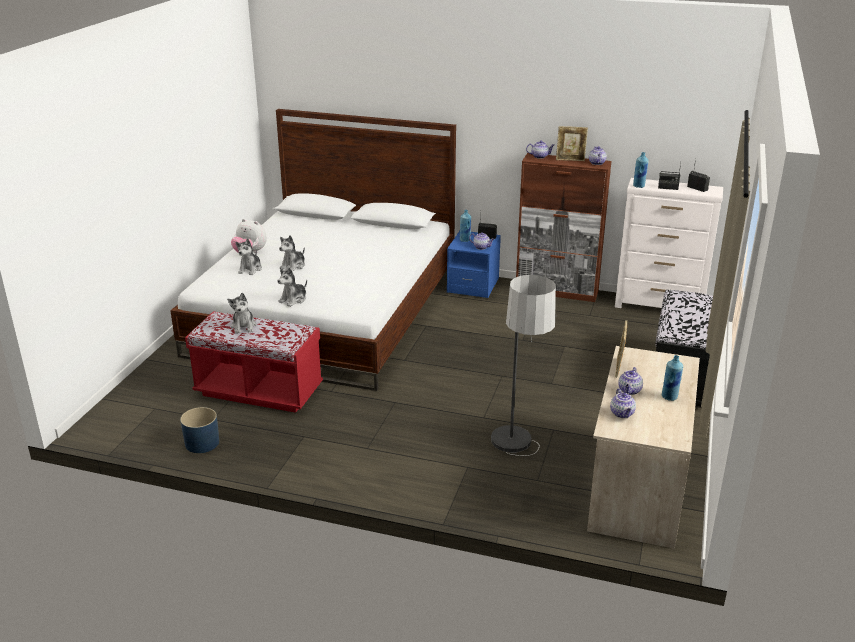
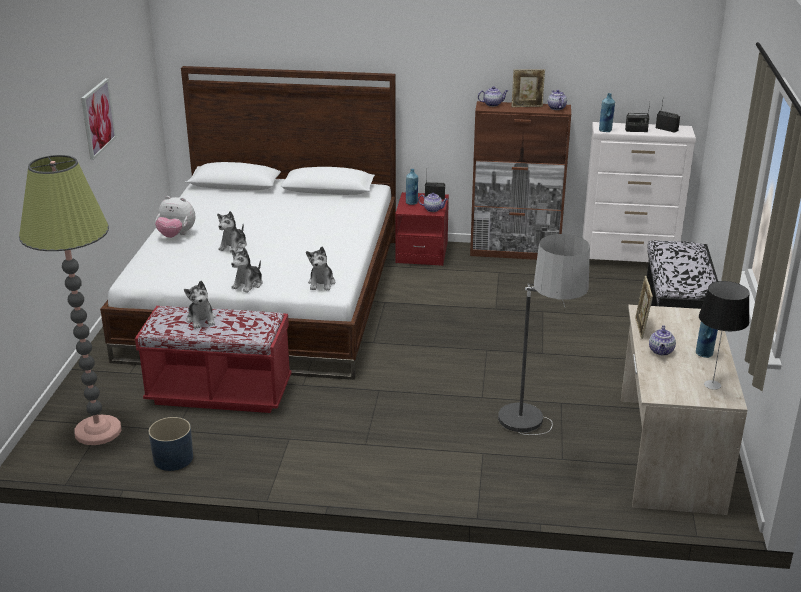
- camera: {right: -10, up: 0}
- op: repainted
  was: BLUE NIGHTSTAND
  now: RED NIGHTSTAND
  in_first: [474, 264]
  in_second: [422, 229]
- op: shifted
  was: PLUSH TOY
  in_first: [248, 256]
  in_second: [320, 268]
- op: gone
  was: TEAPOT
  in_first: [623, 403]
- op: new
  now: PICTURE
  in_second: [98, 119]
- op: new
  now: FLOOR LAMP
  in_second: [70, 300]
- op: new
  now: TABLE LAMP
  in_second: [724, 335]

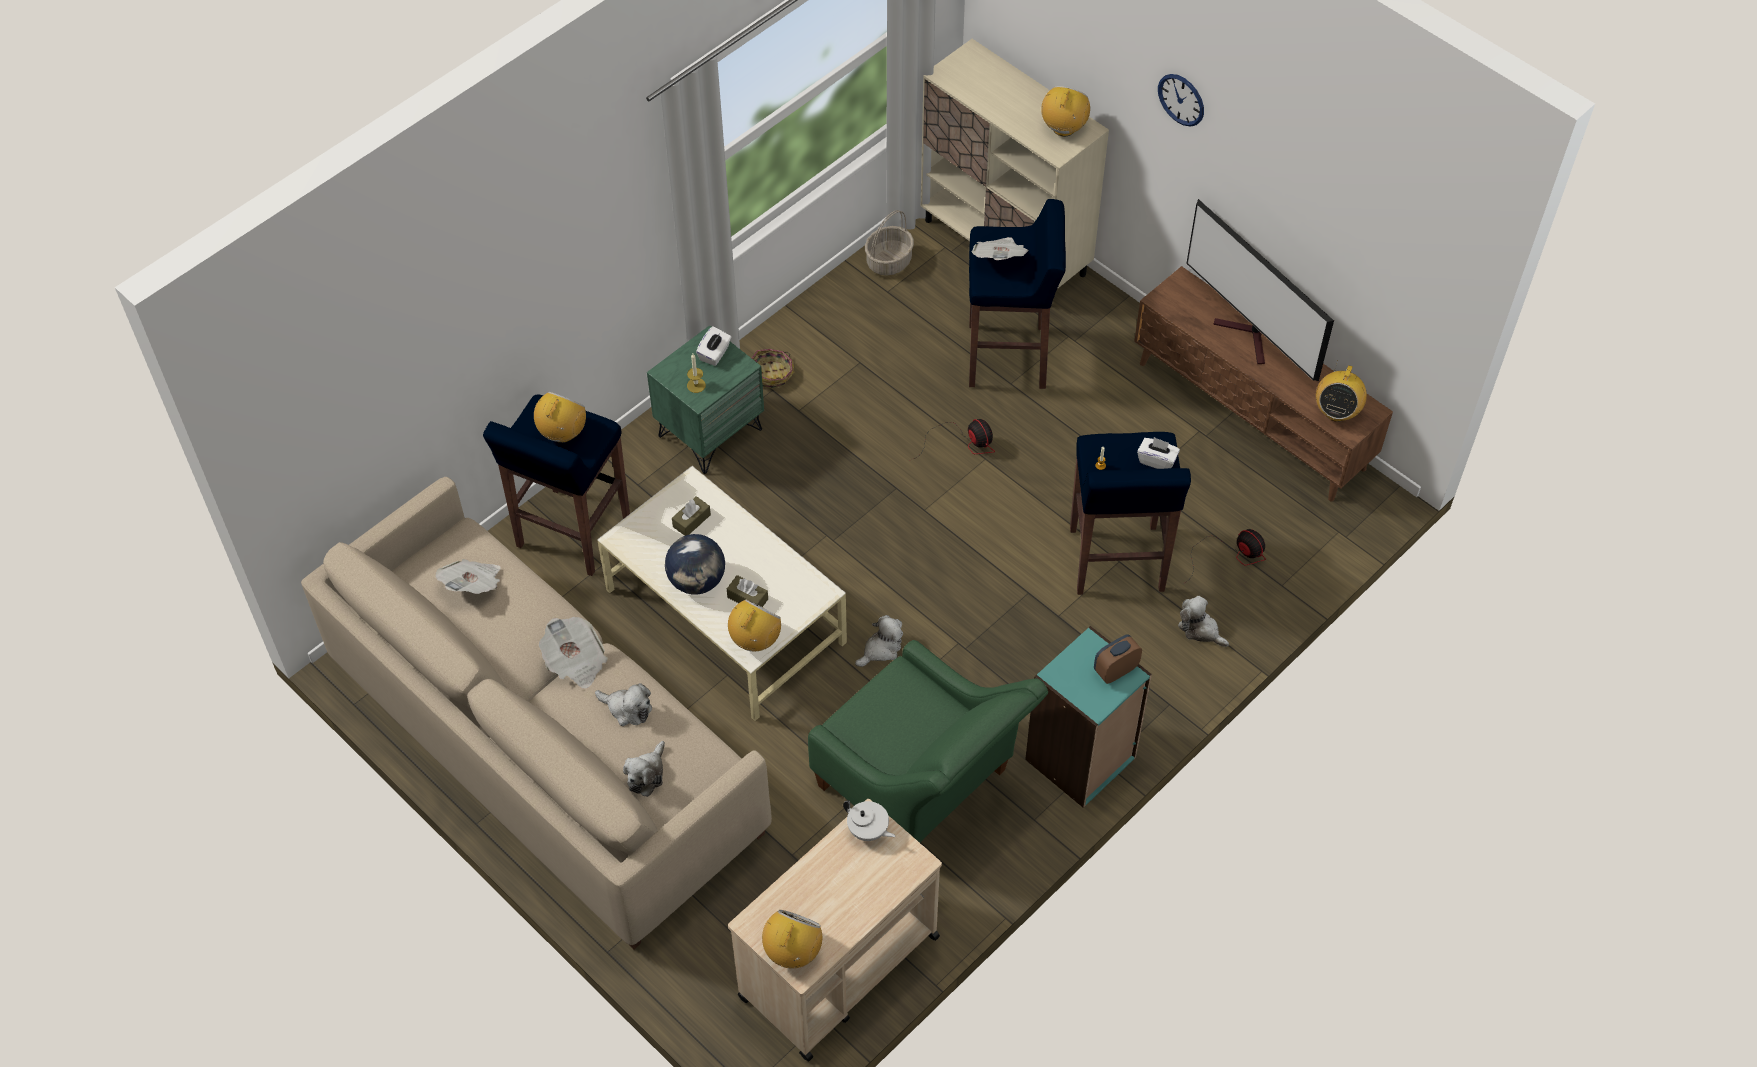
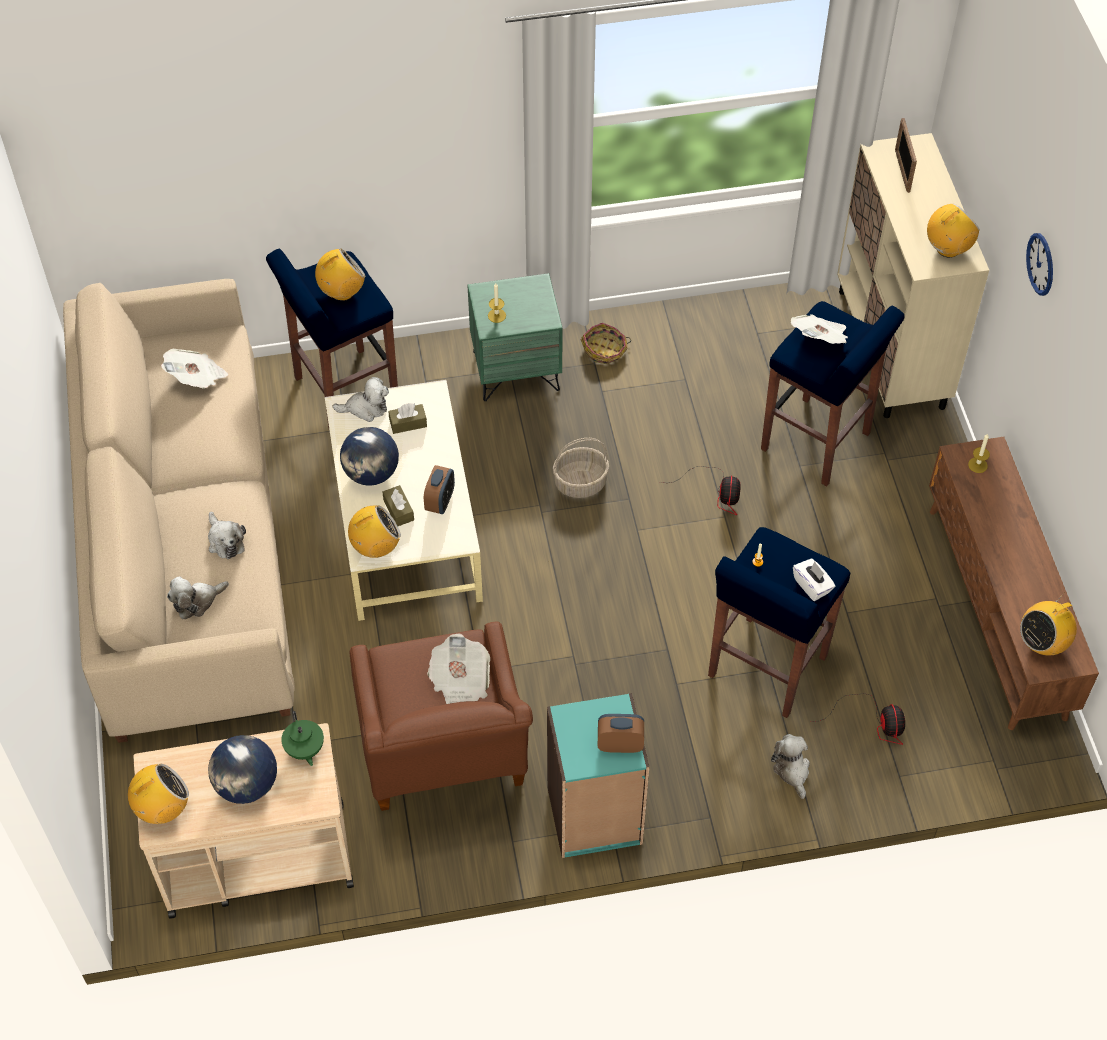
- camera: {right: 35, up: 0}
- op: gone
  was: TELEVISION
  in_first: [1260, 290]
- op: shifted
  was: BASKET
  in_first: [889, 243]
  in_second: [581, 468]
- op: gone
  was: WHITE TISSUE BOX
  in_first: [713, 346]
- op: shifted
  was: PLUSH TOY
  in_first: [879, 641]
  in_second: [360, 399]
- op: shifted
  was: NEWSPAPER
  in_first: [573, 653]
  in_second: [459, 669]
- op: repainted
  was: GREEN ARMCHAIR
  now: BROWN ARMCHAIR
  in_first: [928, 741]
  in_second: [441, 716]
- op: repainted
  was: WHITE TEAPOT
  now: GREEN TEAPOT
  in_first: [869, 820]
  in_second: [302, 738]
- op: new
  now: PICTURE FRAME
  in_second: [906, 155]
- op: new
  now: CANDLE
  in_second: [979, 453]
- op: new
  now: ALARM CLOCK
  in_second: [439, 489]
- op: new
  now: GLOBE
  in_second: [242, 769]

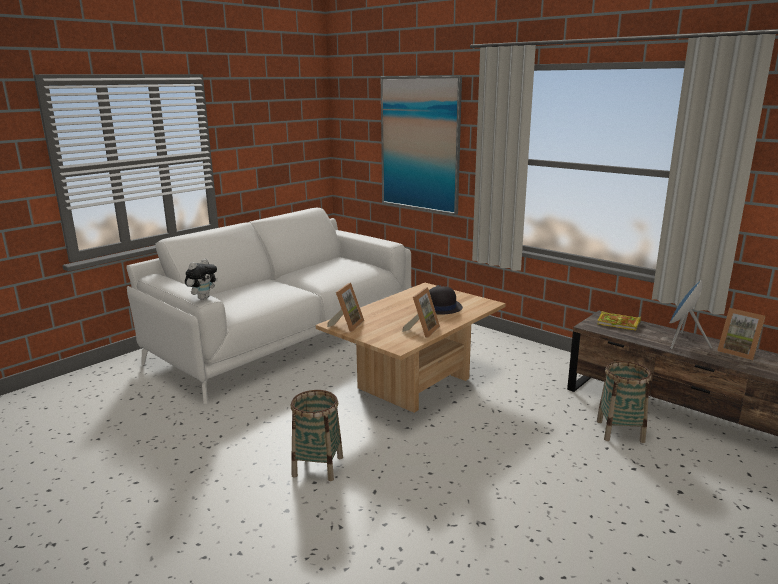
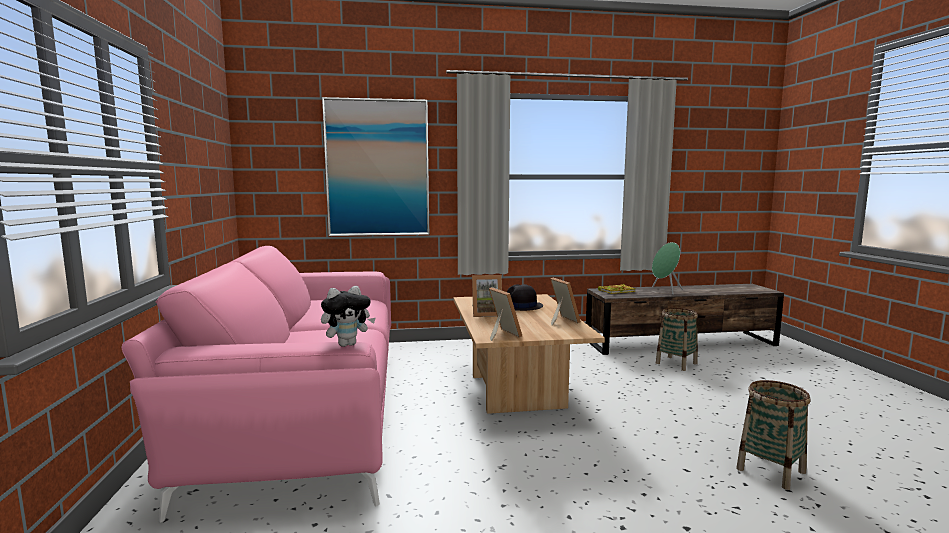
- camera: {right: -50, up: -10}
- op: repainted
  was: WHITE SOFA
  now: PINK SOFA
  in_first: [268, 306]
  in_second: [256, 384]
- op: rotated
  was: PLUSH TOY
  in_first: [201, 279]
  in_second: [348, 316]
  clockwise: 75
- op: repainted
  was: BLUE SPEAKER
  now: GREEN SPEAKER
  in_first: [690, 314]
  in_second: [667, 268]
- op: shifted
  was: PICTURE FRAME
  in_first: [741, 334]
  in_second: [487, 296]
- op: shifted
  was: BASKET
  in_first: [317, 435]
  in_second: [773, 435]

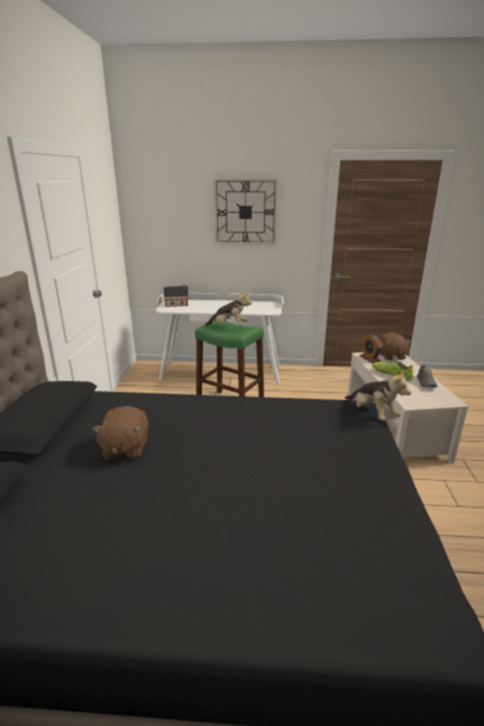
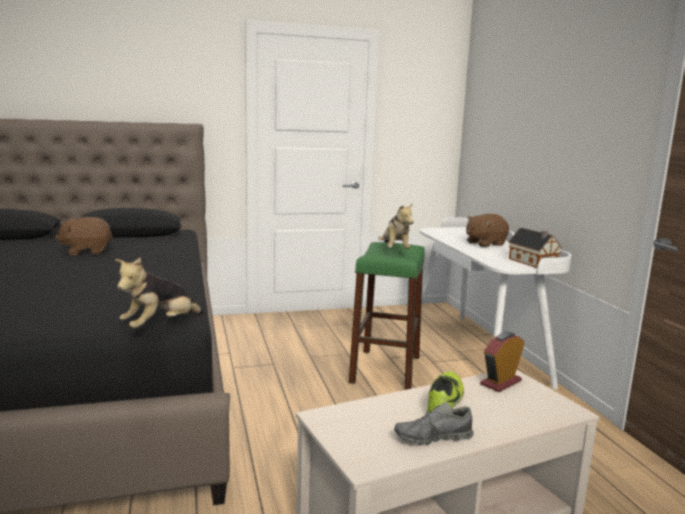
- camera: {right: 70, up: -10}
- op: gone
  was: WALL CLOCK
  in_first: [246, 211]
- op: shifted
  was: TOY HOUSE
  in_first: [176, 296]
  in_second: [535, 248]
- op: shifted
  was: BROWN PLUSH TOY
  in_first: [395, 346]
  in_second: [487, 230]

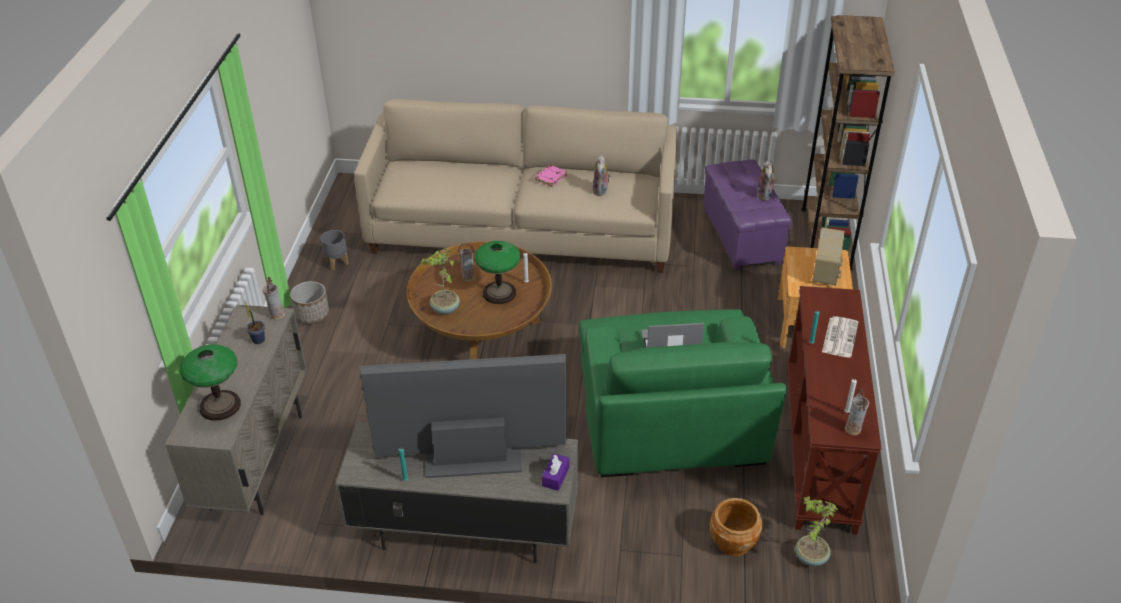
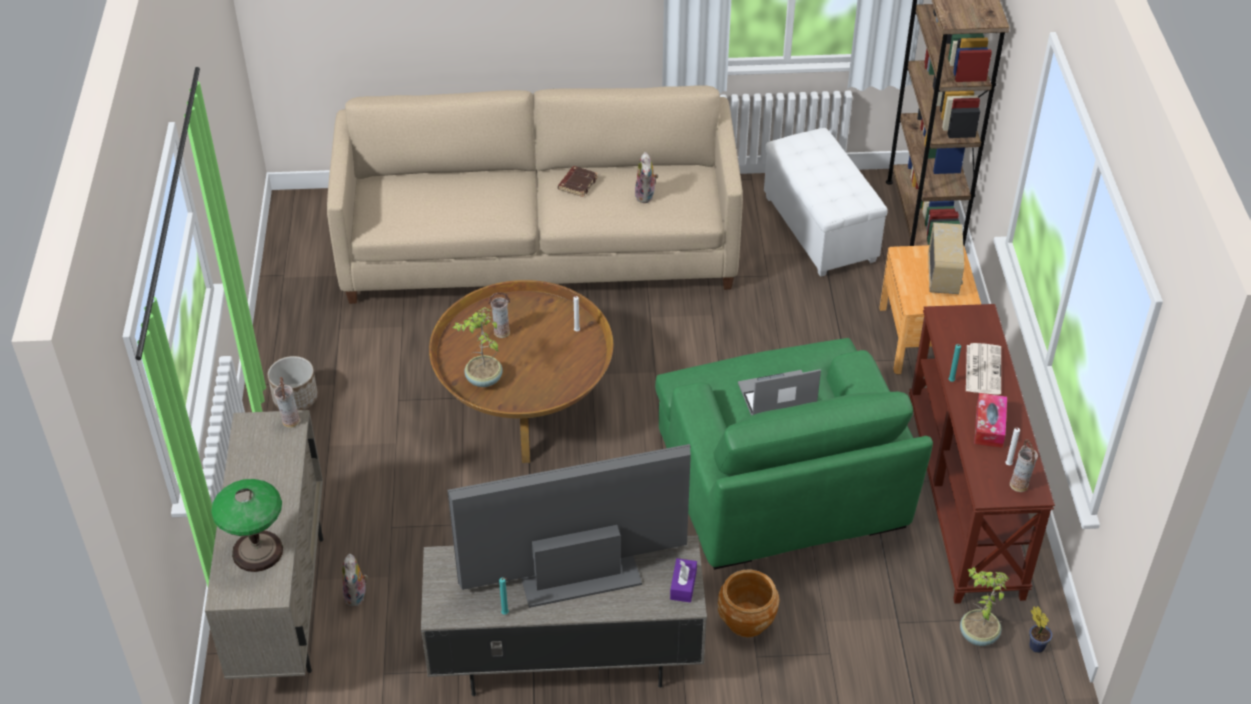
- camera: {right: -10, up: 5}
- op: repainted
  was: PURPLE OTTOMAN
  now: WHITE OTTOMAN
  in_first: [747, 215]
  in_second: [826, 202]
- op: shifted
  was: PLUSH TOY
  in_first: [766, 180]
  in_second: [355, 580]
- op: repainted
  was: PINK BOOK
  now: BROWN BOOK
  in_first: [550, 176]
  in_second: [578, 181]
- op: gone
  was: GREY PLANTER
  in_first: [334, 250]
- op: gone
  was: TABLE LAMP
  in_first: [497, 272]
- op: shifted
  was: POTTED PLANT
  in_first: [254, 322]
  in_second: [1040, 629]
- op: shifted
  was: BROWN PLANTER
  in_first: [736, 527]
  in_second: [748, 603]
- op: new
  now: TISSUE BOX
  in_second: [990, 420]

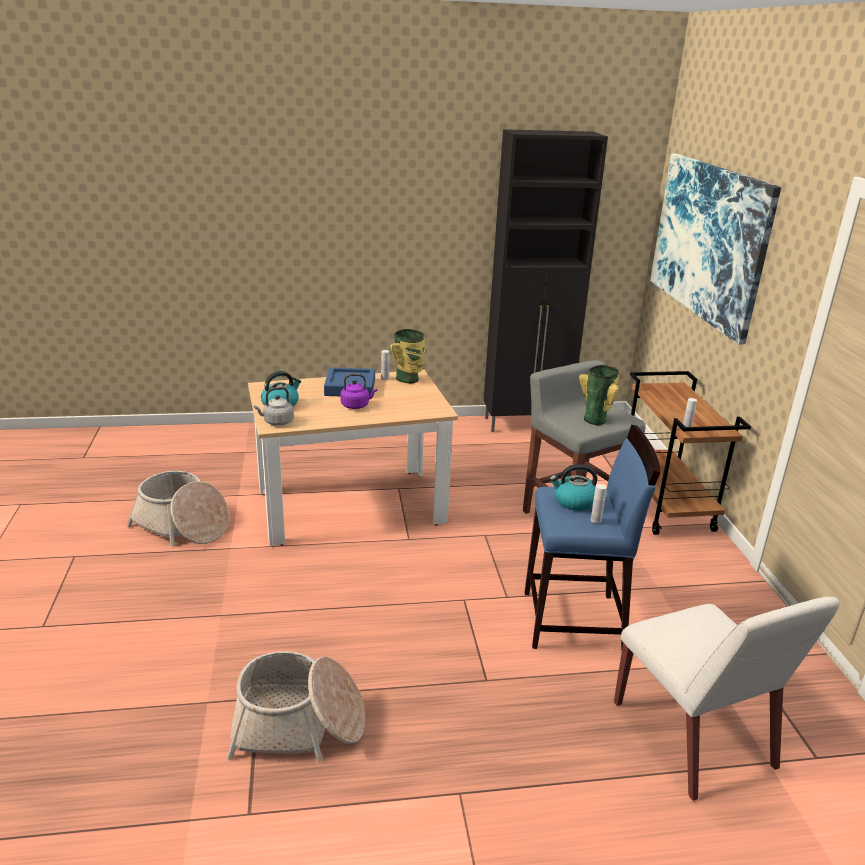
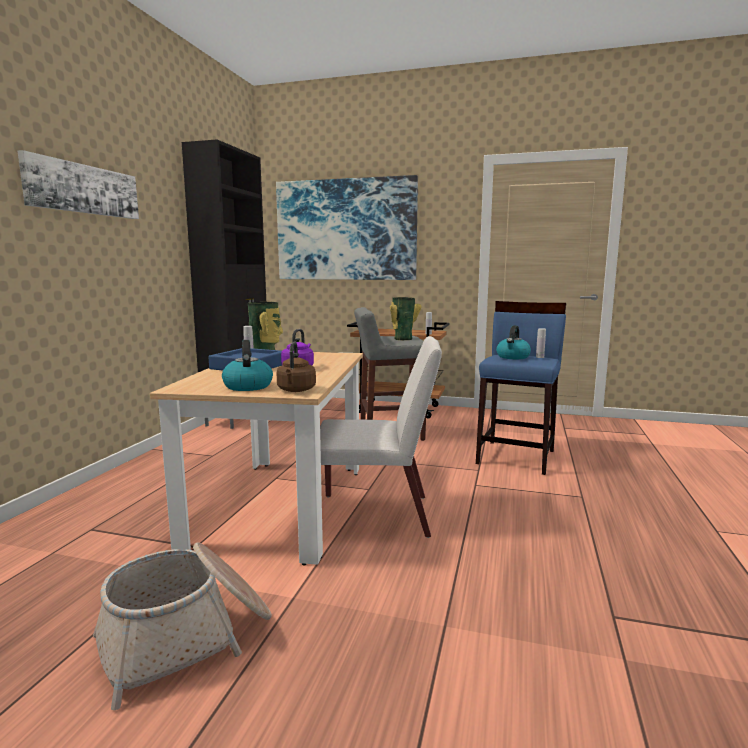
- camera: {right: -65, up: -15}
- op: repainted
  was: GREY KETTLE
  now: BROWN KETTLE
  in_first: [274, 406]
  in_second: [296, 366]
- op: shifted
  was: WHITE CHAIR
  in_first: [727, 699]
  in_second: [381, 437]
- op: gone
  was: BASKET
  in_first: [296, 706]
- op: new
  now: PICTURE
  in_second: [78, 184]

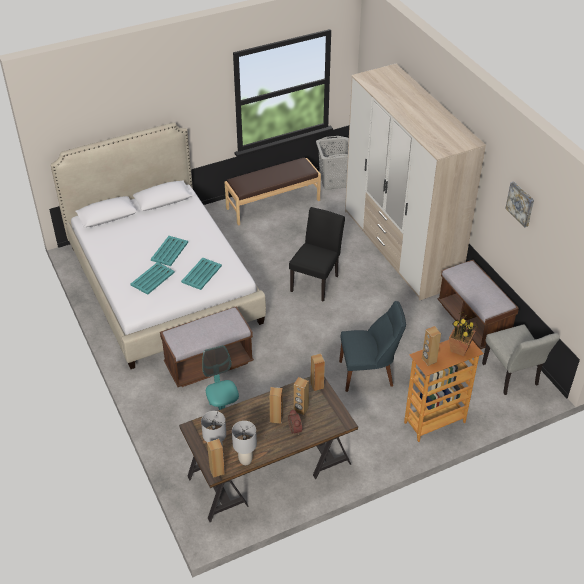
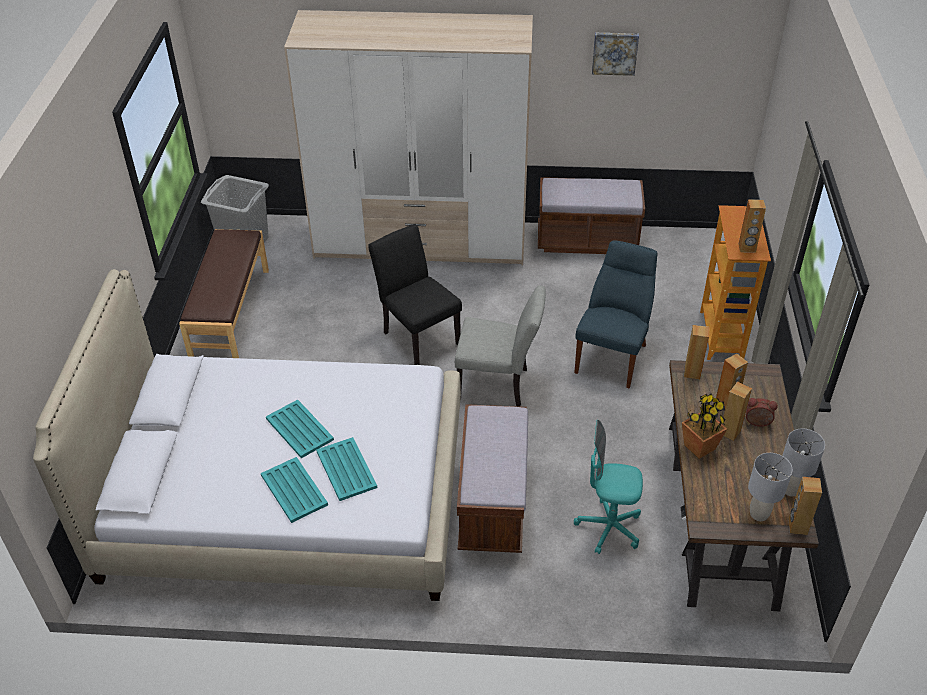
- camera: {right: -60, up: 0}
- op: shifted
  was: TURQUOISE TRAY
  in_first: [201, 274]
  in_second: [294, 490]
- op: shifted
  was: POTTED PLANT
  in_first: [463, 334]
  in_second: [704, 426]
- op: shifted
  was: GREY CHAIR
  in_first: [521, 359]
  in_second: [500, 346]

